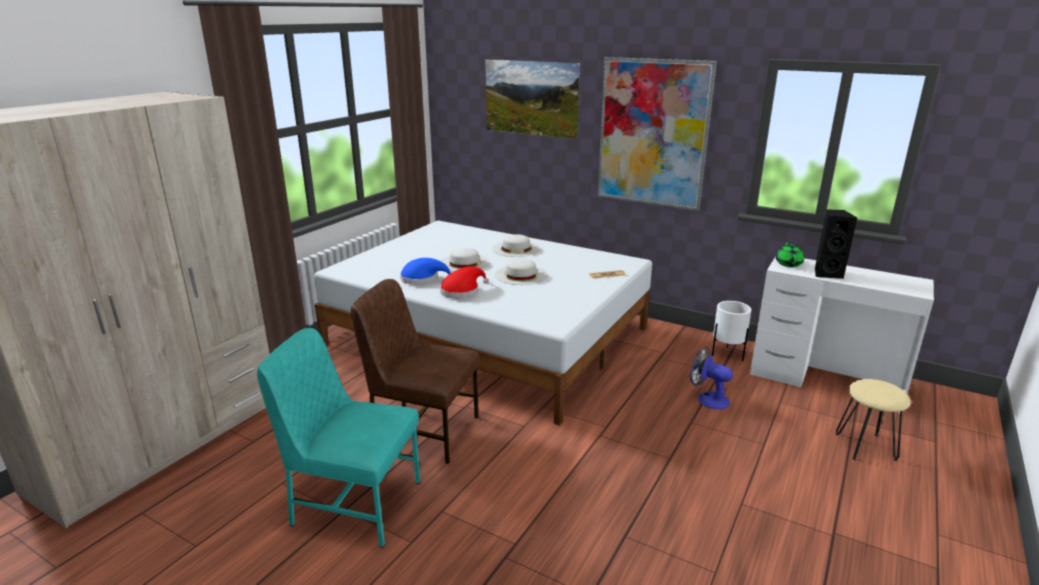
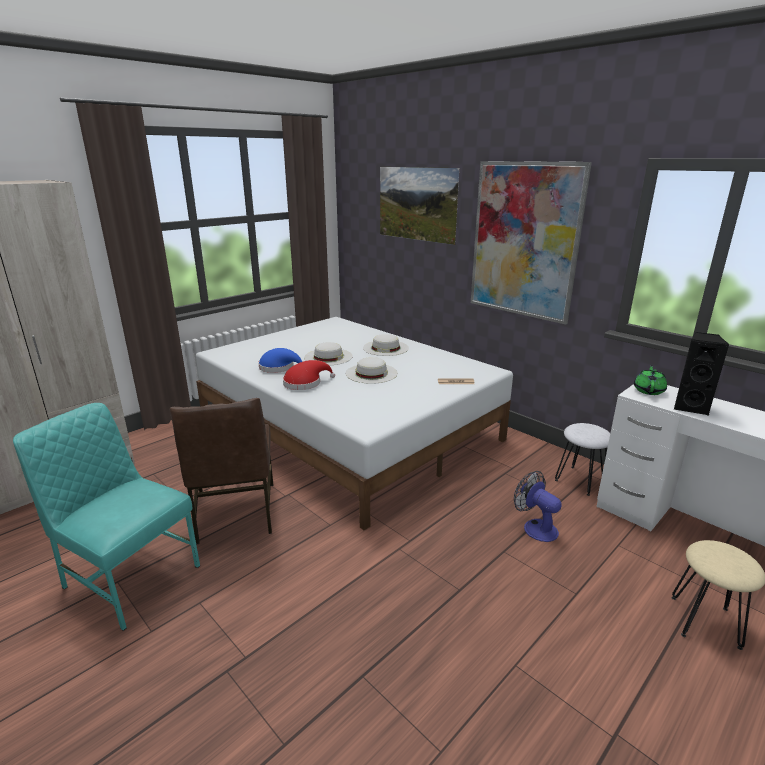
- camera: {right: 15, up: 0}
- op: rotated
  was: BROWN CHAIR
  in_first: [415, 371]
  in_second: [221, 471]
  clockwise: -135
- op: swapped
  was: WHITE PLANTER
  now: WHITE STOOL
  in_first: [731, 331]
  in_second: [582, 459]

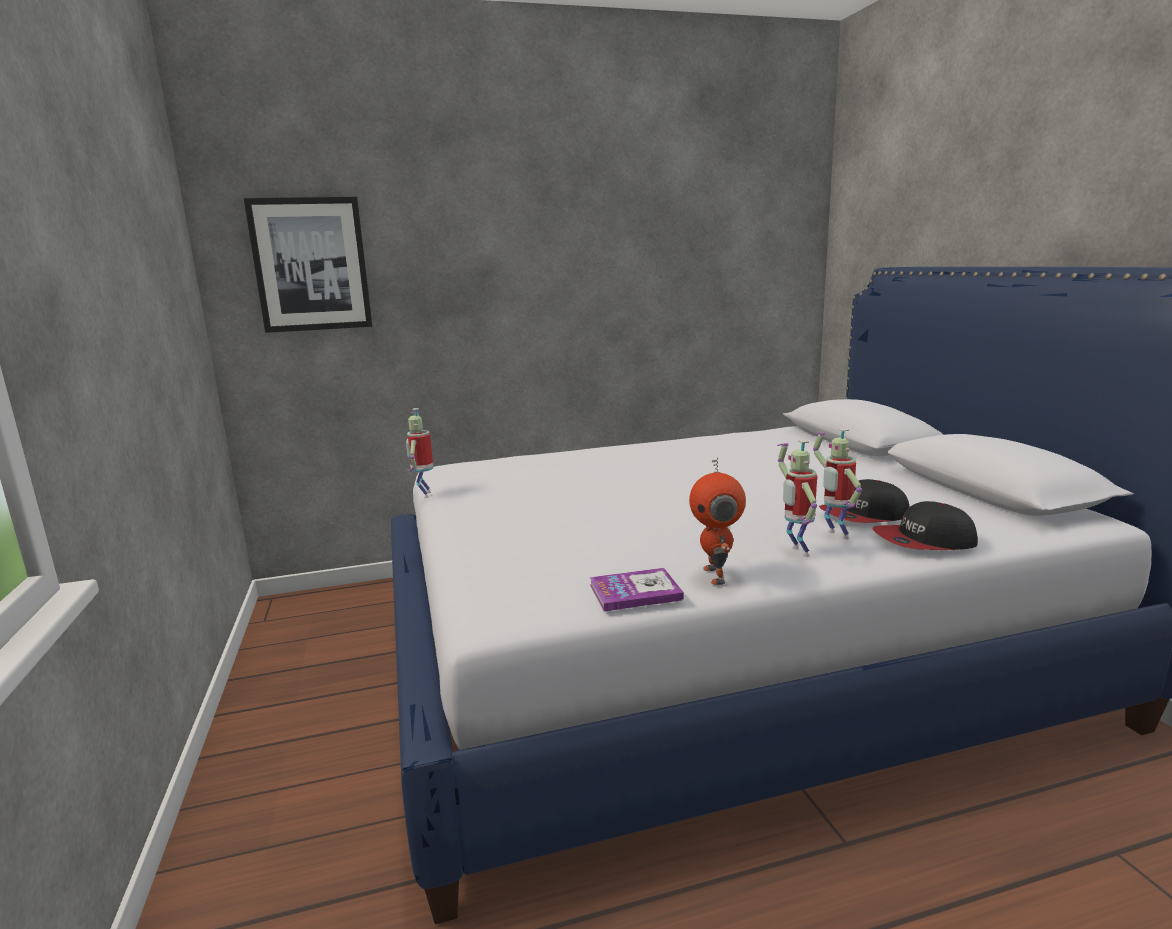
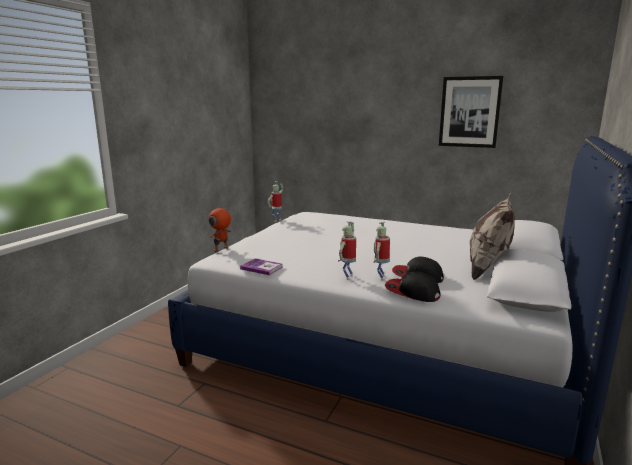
- camera: {right: 40, up: 0}
- op: shifted
  was: PICTURE
  in_first: [308, 265]
  in_second: [471, 112]
- op: shifted
  was: TOY ROBOT
  in_first: [717, 521]
  in_second: [220, 228]
- op: new
  now: PILLOW
  in_second: [492, 236]

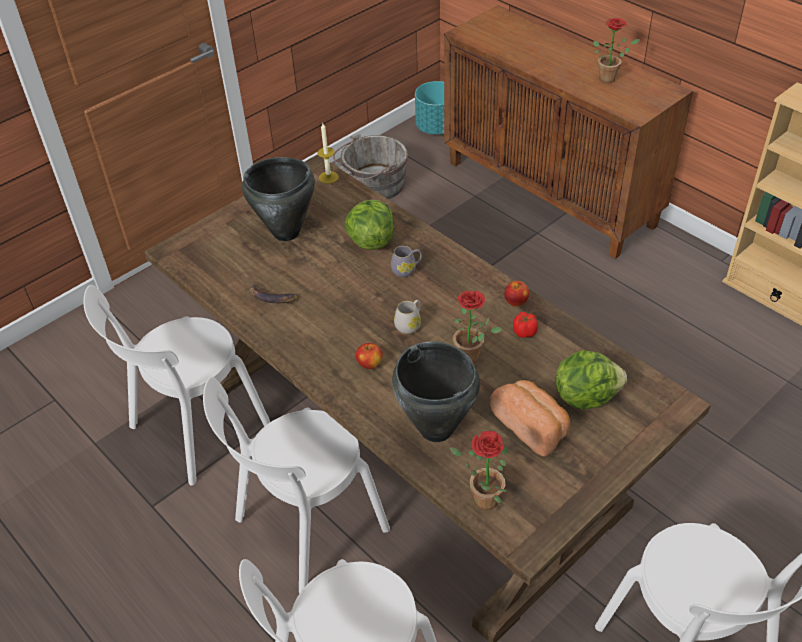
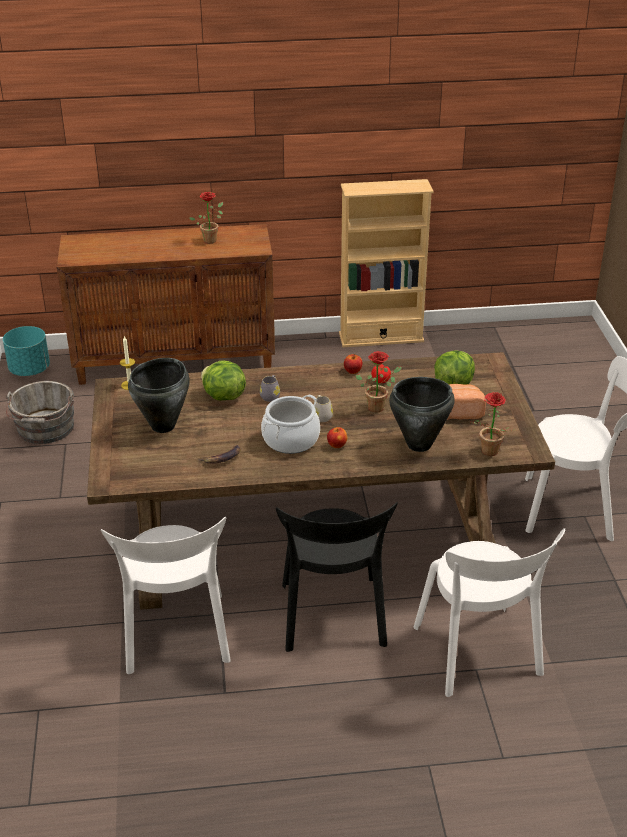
- camera: {right: -55, up: -10}
- op: repainted
  was: WHITE CHAIR
  now: BLACK CHAIR
  in_first: [296, 485]
  in_second: [337, 577]
- op: new
  now: COOKING POT
  in_second: [290, 424]

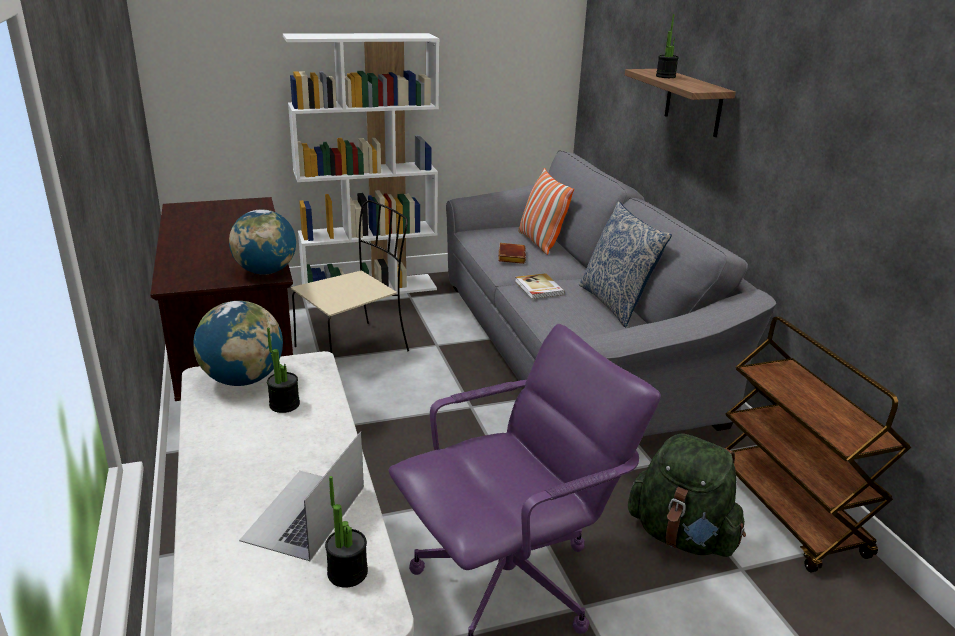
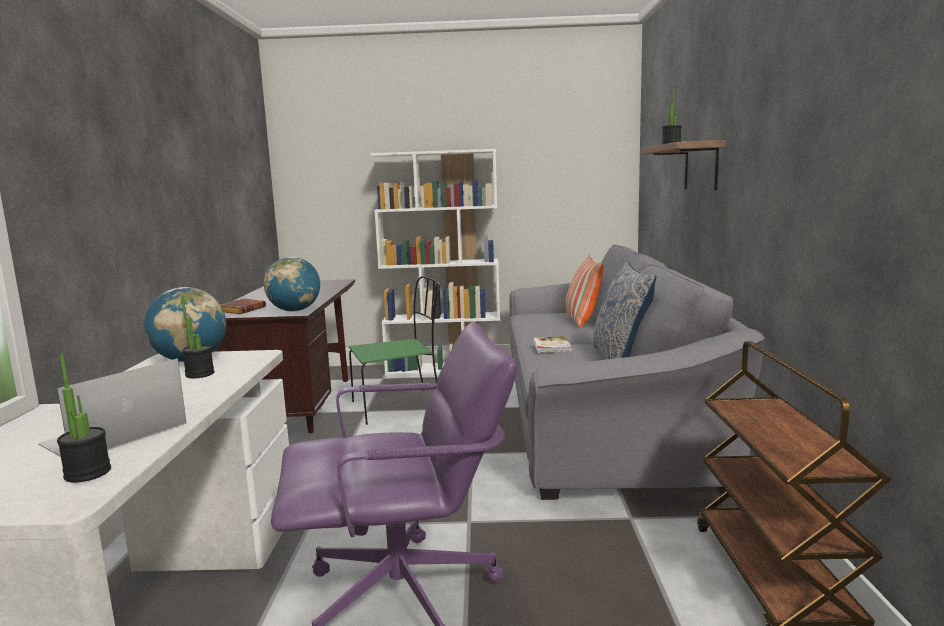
- camera: {right: 20, up: -15}
- op: repainted
  was: BEIGE CHAIR
  now: GREEN CHAIR
  in_first: [350, 277]
  in_second: [394, 350]
- op: shifted
  was: BROWN BOOK
  in_first: [512, 253]
  in_second: [243, 306]
- op: gone
  was: GREEN BACKPACK
  in_first: [687, 495]

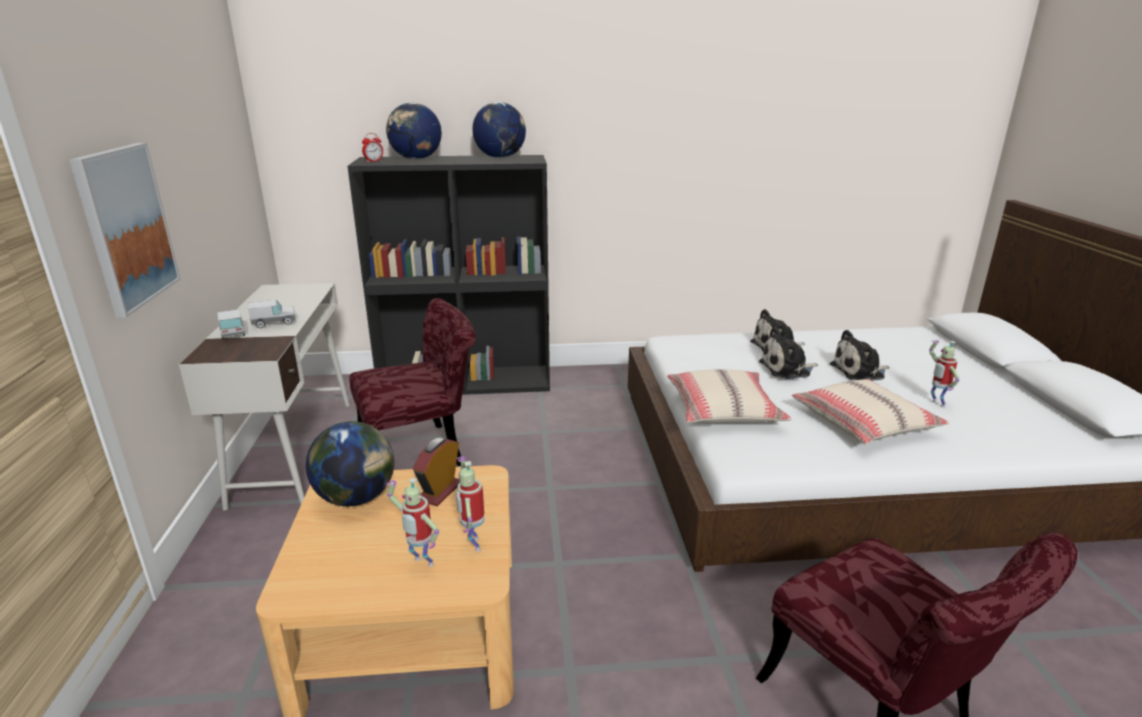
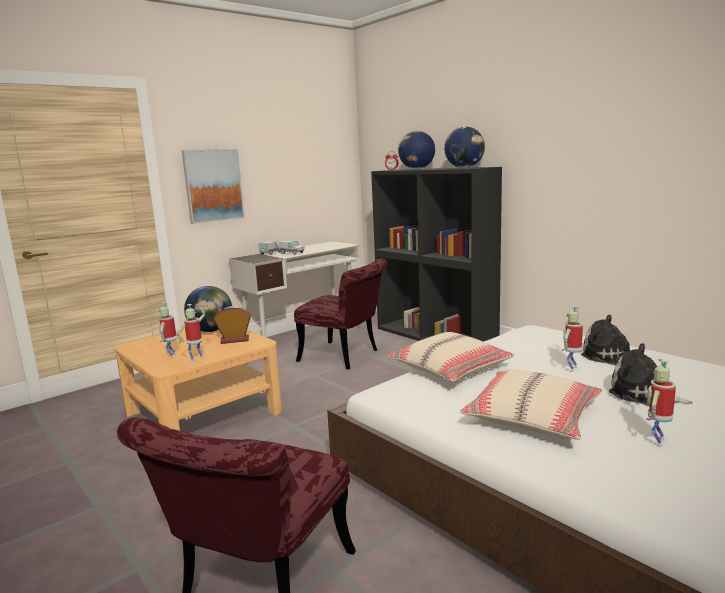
- camera: {right: 55, up: -10}
- op: swapped
  was: PLUSH TOY
  now: TOY ROBOT
  in_first: [788, 353]
  in_second: [572, 339]

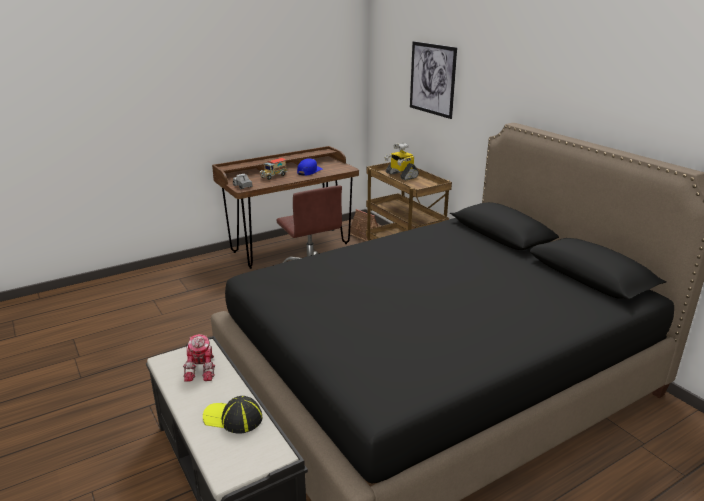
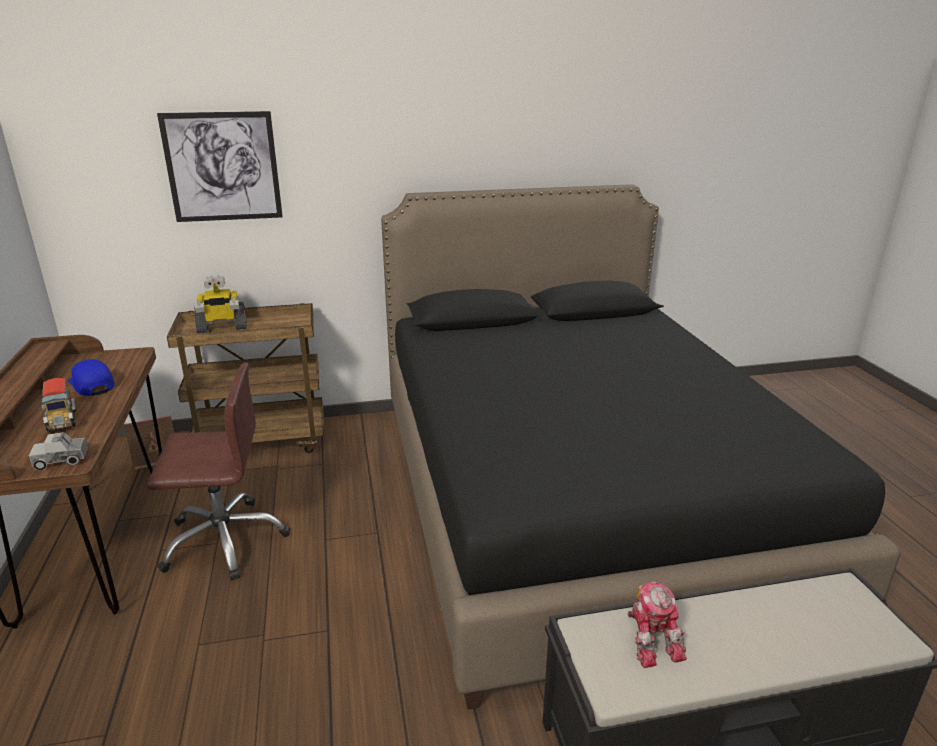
- camera: {right: -70, up: 0}
- op: rotated
  was: TOY ROBOT
  in_first: [199, 358]
  in_second: [657, 624]
  clockwise: 60
- op: gone
  was: CAP
  in_first: [232, 414]

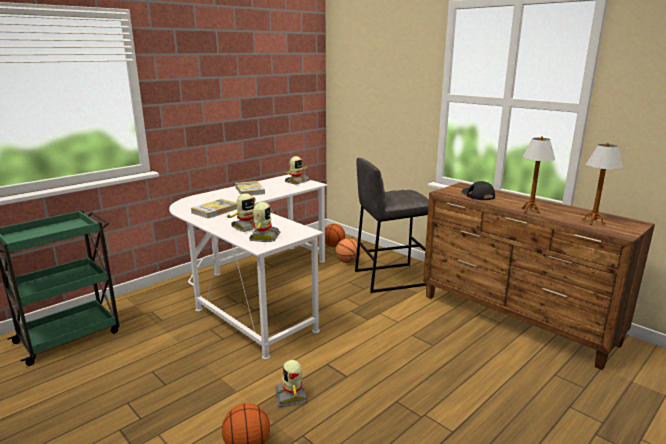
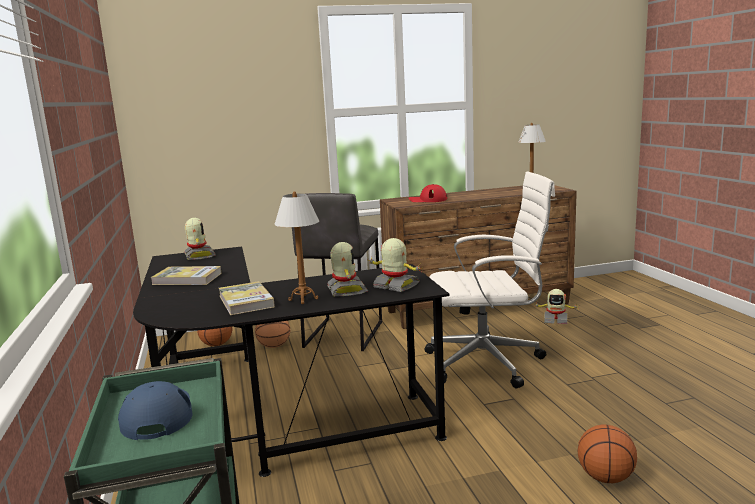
- camera: {right: -60, up: -5}
- op: shifted
  was: TABLE LAMP
  in_first: [538, 175]
  in_second: [296, 247]
- op: repainted
  was: WHITE DESK
  now: BLACK DESK
  in_first: [248, 266]
  in_second: [291, 362]
- op: repainted
  was: BLACK CAP
  now: RED CAP
  in_first: [478, 190]
  in_second: [427, 193]
- op: shifted
  was: TOY ROBOT
  in_first: [291, 383]
  in_second: [556, 306]
- op: new
  now: WHITE OFFICE CHAIR
  in_second: [490, 280]
- op: new
  now: BLUE CAP
  in_second: [155, 410]

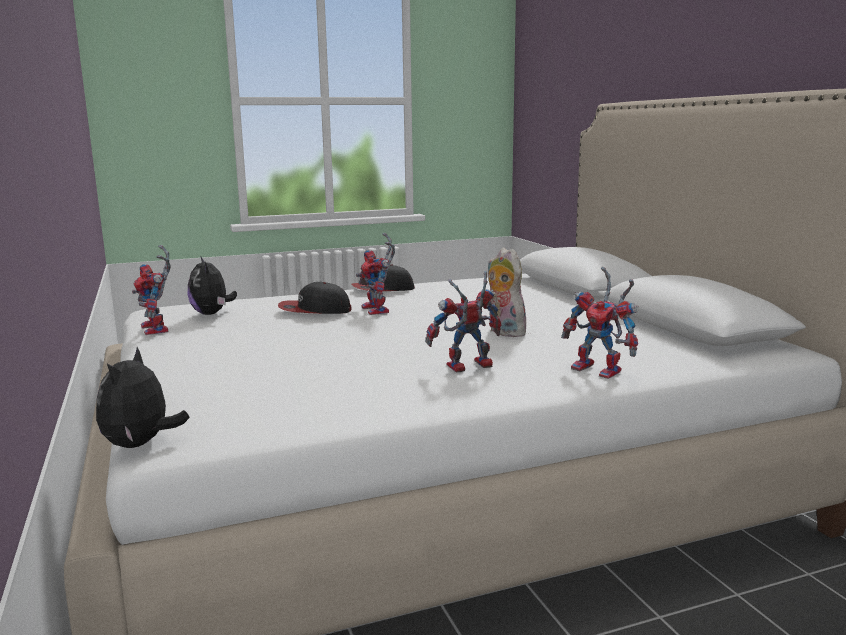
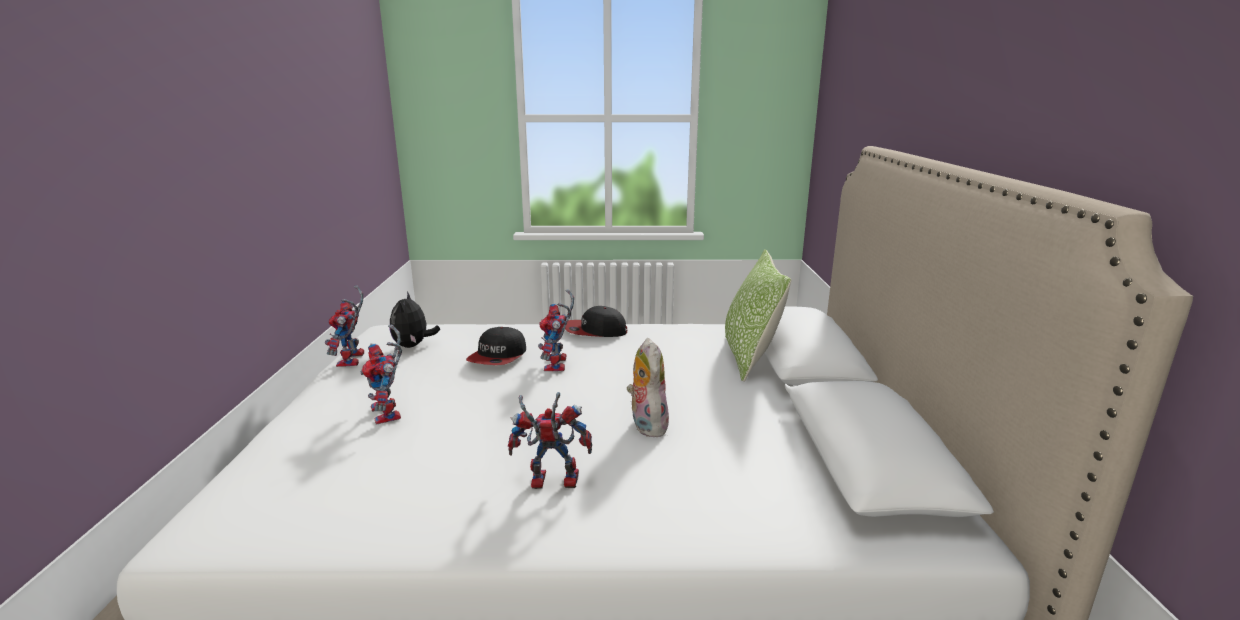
- camera: {right: 20, up: 5}
- op: shifted
  was: TOY ROBOT
  in_first: [600, 323]
  in_second: [381, 374]
- op: rotated
  was: CAP
  in_first: [315, 298]
  in_second: [496, 346]
  clockwise: -90
- op: gone
  was: PLUSH TOY
  in_first: [143, 397]
- op: new
  now: PILLOW
  in_second: [758, 315]

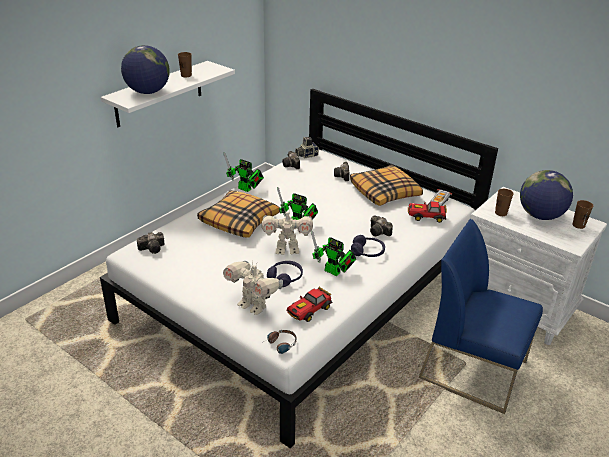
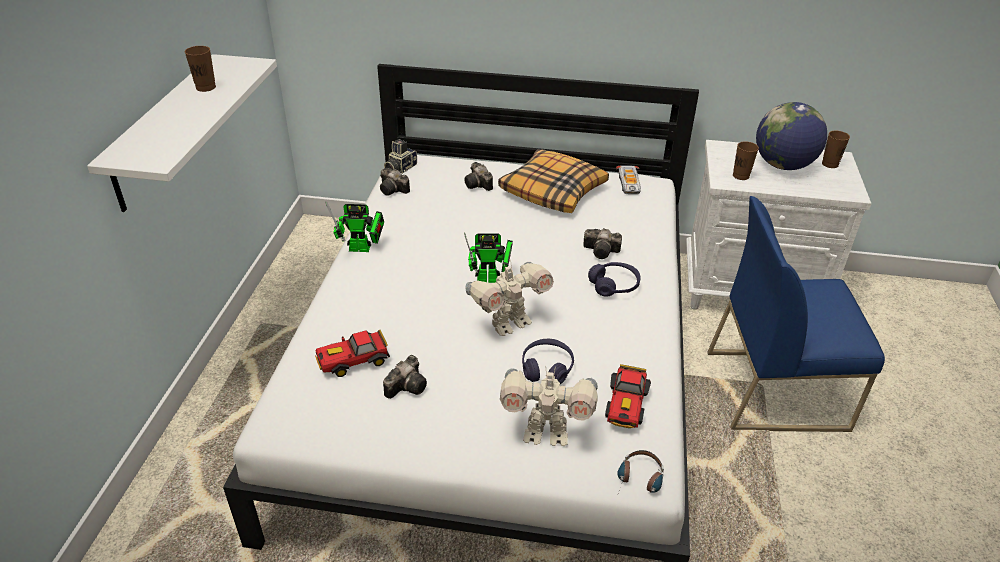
- camera: {right: -30, up: 5}
- op: gone
  was: GLOBE
  in_first: [145, 69]
- op: gone
  was: PILLOW
  in_first: [238, 214]
- op: shifted
  was: TOY CAR
  in_first: [427, 212]
  in_second: [352, 353]
- op: gone
  was: TOY ROBOT
  in_first: [333, 253]
- op: shifted
  was: PHOTO CAMERA
  in_first: [150, 243]
  in_second: [405, 377]

